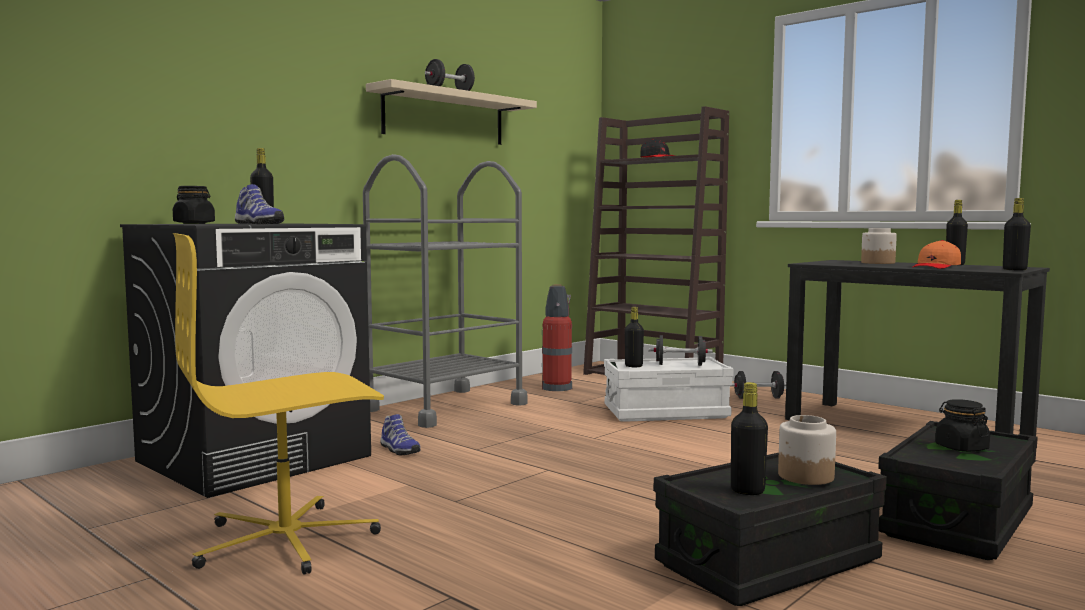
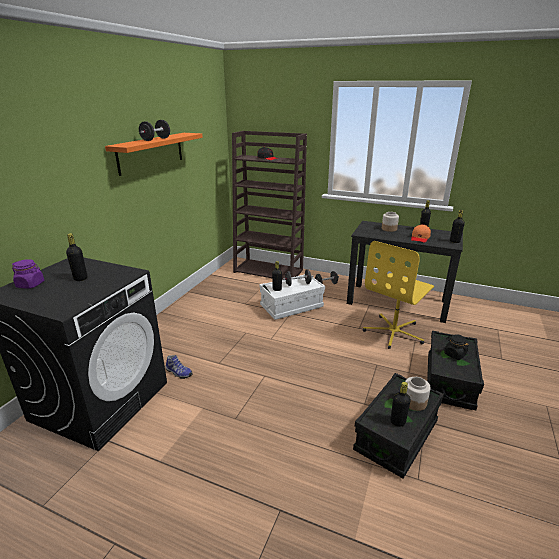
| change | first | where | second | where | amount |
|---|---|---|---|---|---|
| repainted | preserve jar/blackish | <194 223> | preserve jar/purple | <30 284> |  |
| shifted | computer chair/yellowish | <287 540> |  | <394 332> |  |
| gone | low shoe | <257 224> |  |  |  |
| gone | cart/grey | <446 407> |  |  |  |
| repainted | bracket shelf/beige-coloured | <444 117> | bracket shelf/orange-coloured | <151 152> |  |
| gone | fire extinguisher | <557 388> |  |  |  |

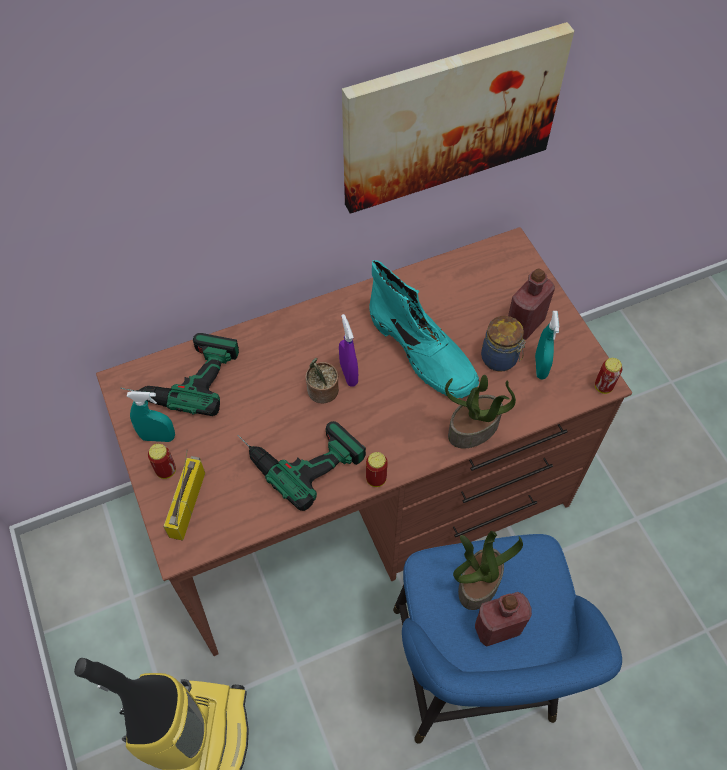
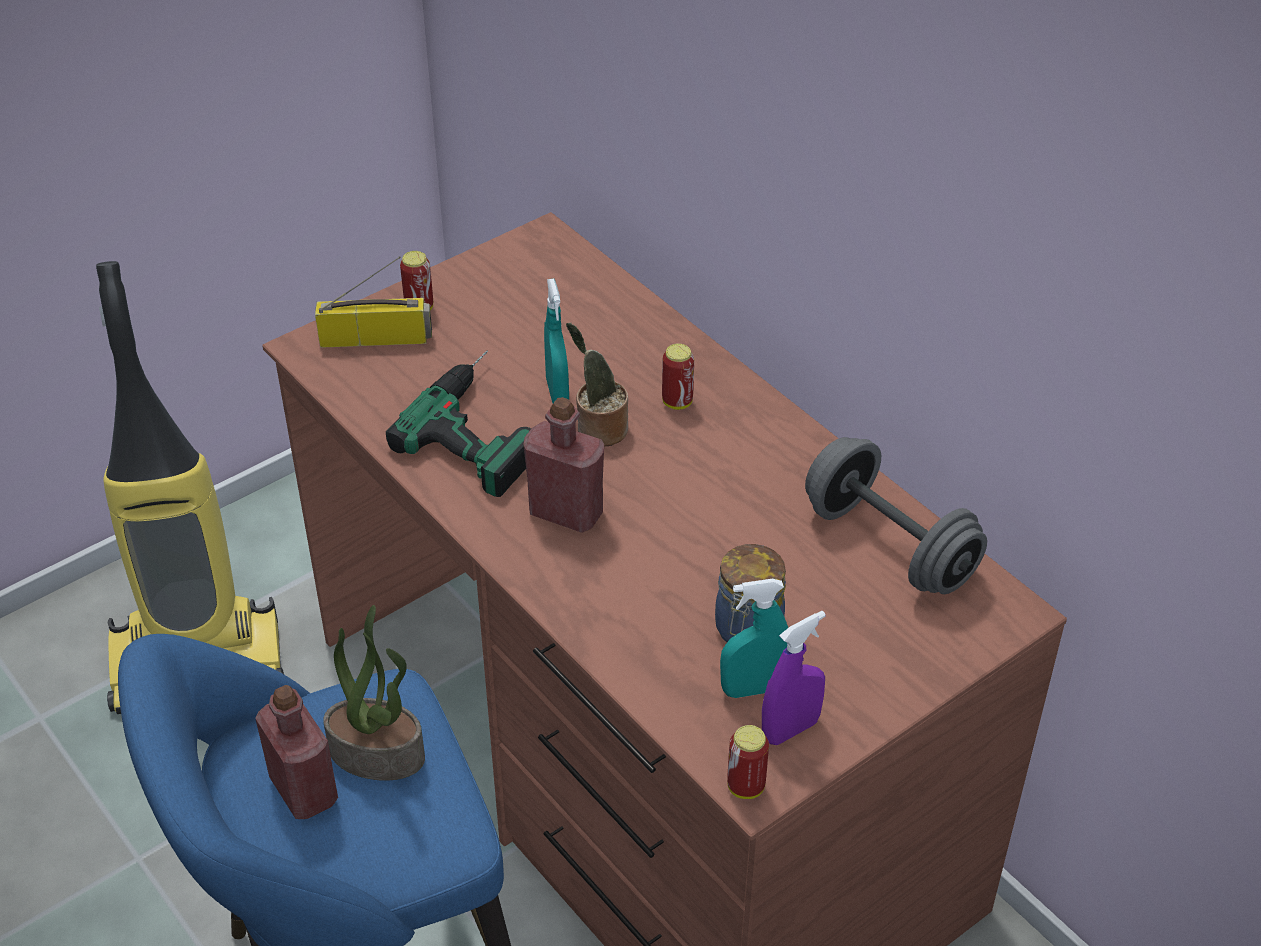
| change | first | where | second | where | amount |
|---|---|---|---|---|---|
| gone | power drill | <181 376> |  |  |  |
| shifted | hand sprayer/turquoise | <158 437> |  | <557 392> |  |
| shifted | hand sprayer/purple | <348 374> |  | <790 729> |  |
| gone | wall art | <450 117> |  |  |  |
| shifted | sealed can | <376 479> |  | <677 402> |  |
| gone | tall boot/turquoise | <423 352> |  |  |  |
| gone | houseplant | <473 429> |  |  |  |
| shifted | beverage bottle/red | <525 324> |  | <566 512> |  |
| new |  |  | hand weight/grey | <889 545> |  |

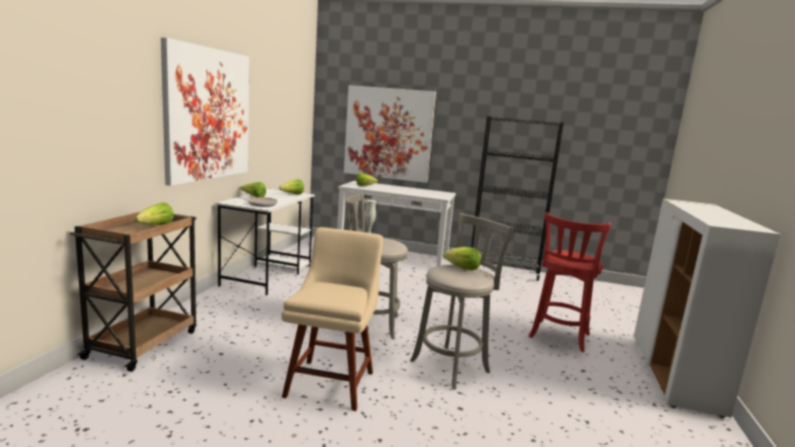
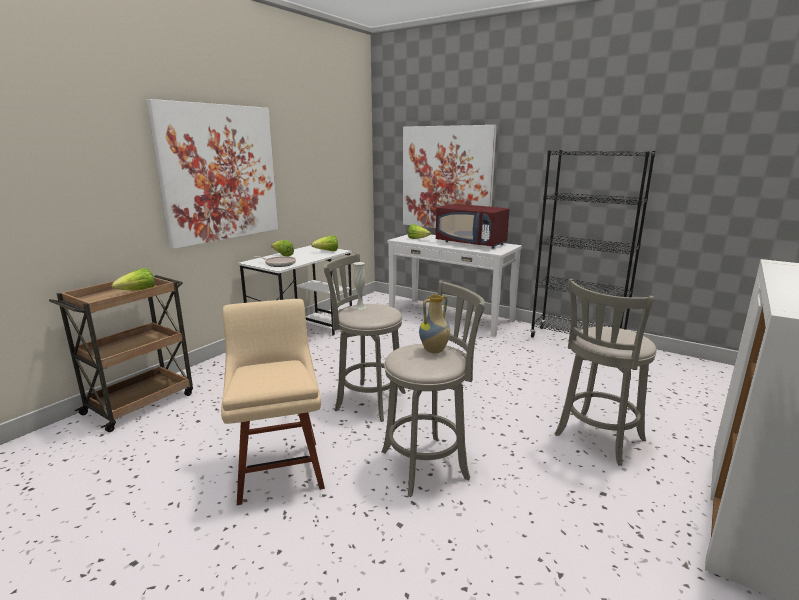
| change | first | where | second | where | amount |
|---|---|---|---|---|---|
| rotated | chair/beige-coloured | <331 381> |  | <279 467> | 45 degrees counterclockwise |
| swapped | head of lettuce | <463 268> | flower vase | <434 351> |  |
| repainted | stool/red | <558 337> | stool/grey | <597 439> |  |
| new |  |  | microwave oven/red | <471 243> |  |

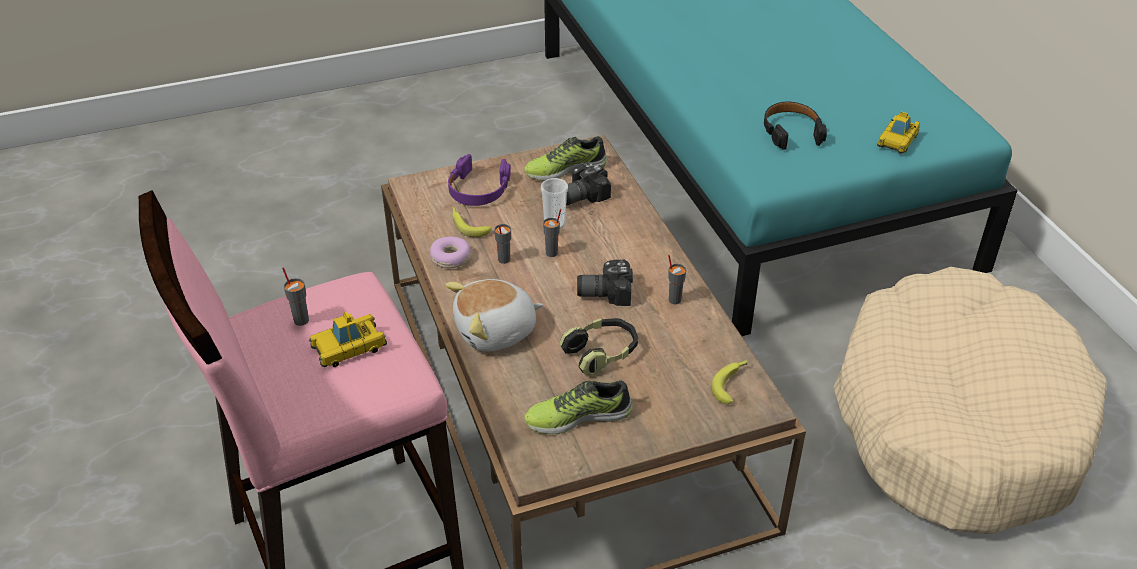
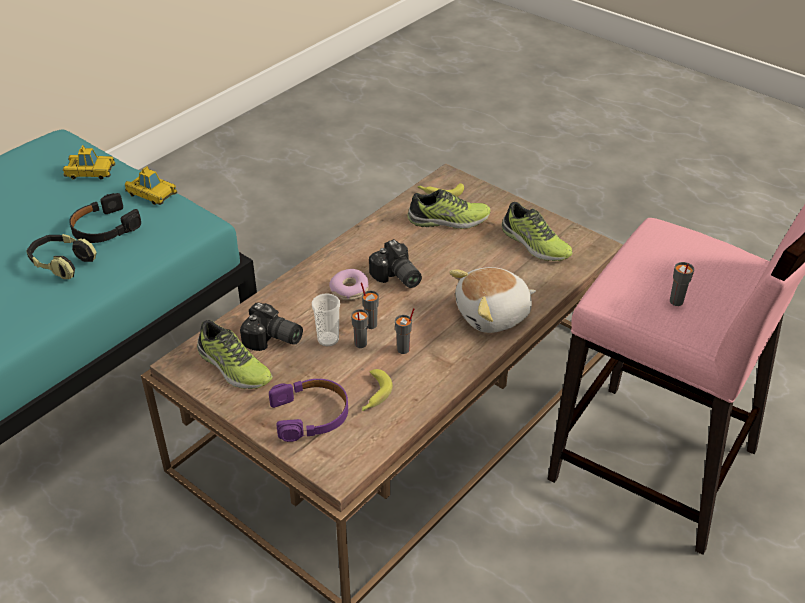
| change | first | where | second | where | amount |
|---|---|---|---|---|---|
| shifted | model car | <348 347> |  | <151 193> |  |
| shifted | ring doughnut | <451 258> |  | <350 290> |  |
| rotated | plush toy | <496 332> |  | <493 315> | 120 degrees clockwise |
| shifted | pair of headphones | <601 353> |  | <61 263> |  |
| shifted | small cup/grey | <674 299> |  | <360 344> |  |
| gone | pet bed/beige-coloured | <956 422> |  |  |  |
| new |  |  | low shoe | <448 220> |  |

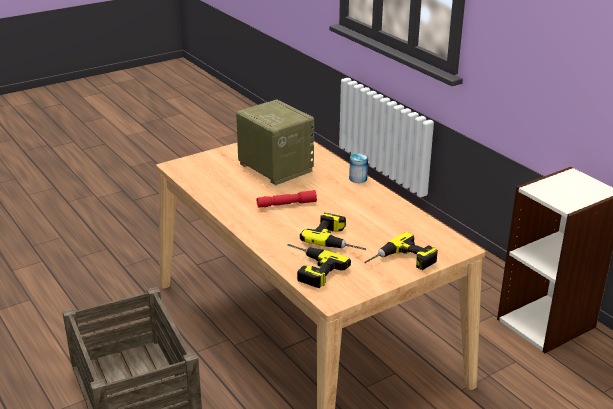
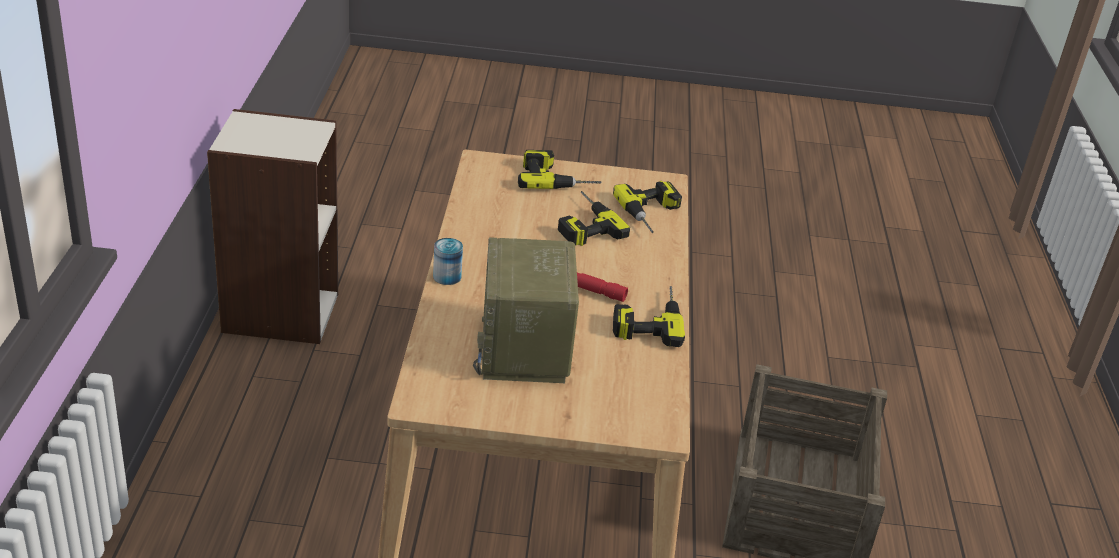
| change | first | where | second | where | amount |
|---|---|---|---|---|---|
| new |  |  | power drill | <647 319> |  |

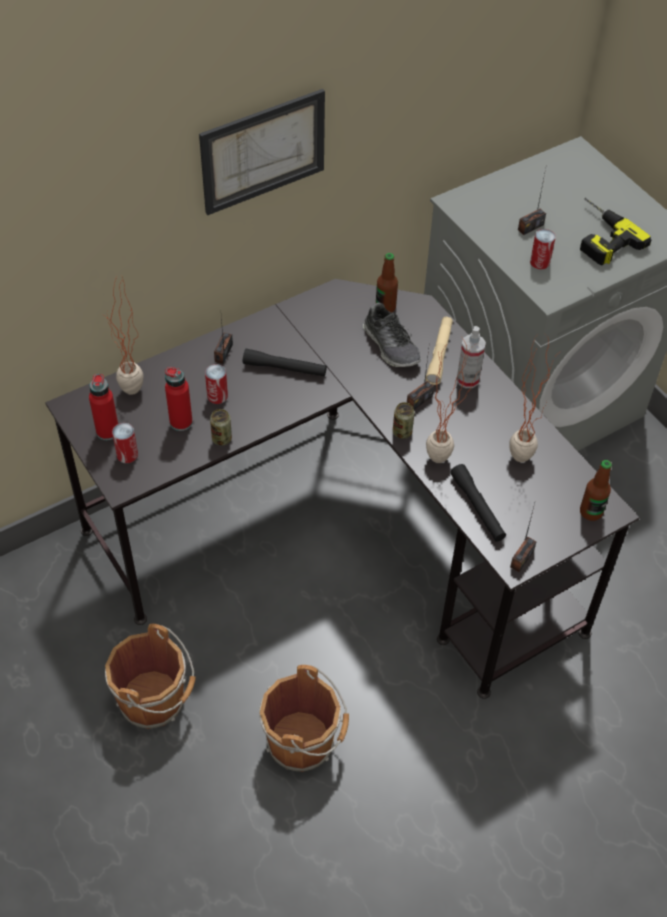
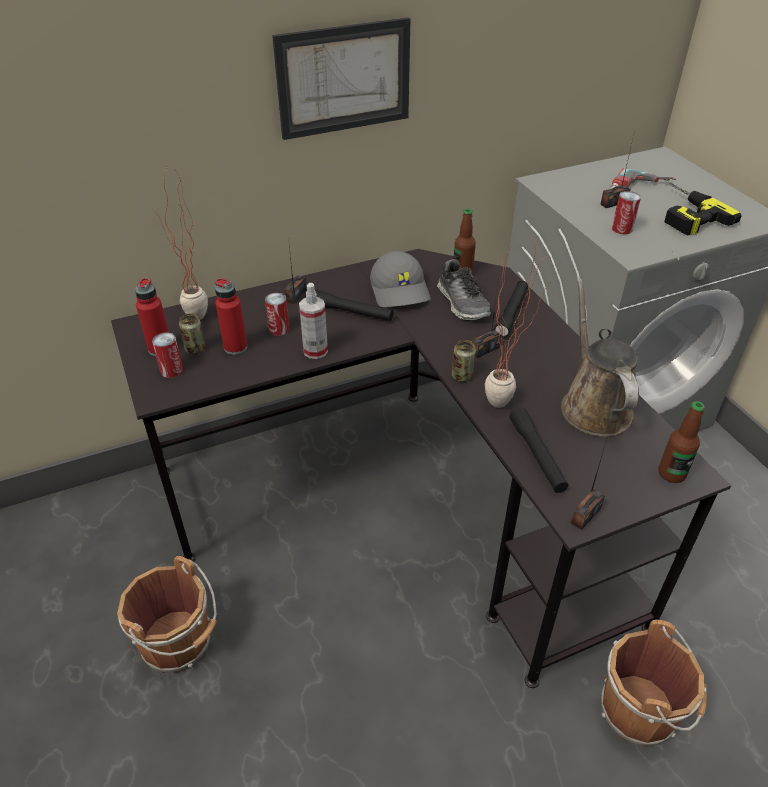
| change | first | where | second | where | amount |
|---|---|---|---|---|---|
| shifted | sealed can | <221 439> |  | <195 349> |  |
| shifted | bucket/brown-coloured | <303 742> |  | <641 711> |  |
| repainted | hand torch/beige-coloured | <439 354> | hand torch/blackish | <511 313> |  |
| shifted | hand sprayer | <468 379> |  | <315 351> |  |
| swapped | houseplant | <522 451> | watering can/brown-coloured | <593 405> |  |
| new |  |  | baseball cap/grey | <401 290> |  |
| new |  |  | power drill | <640 188> |  |

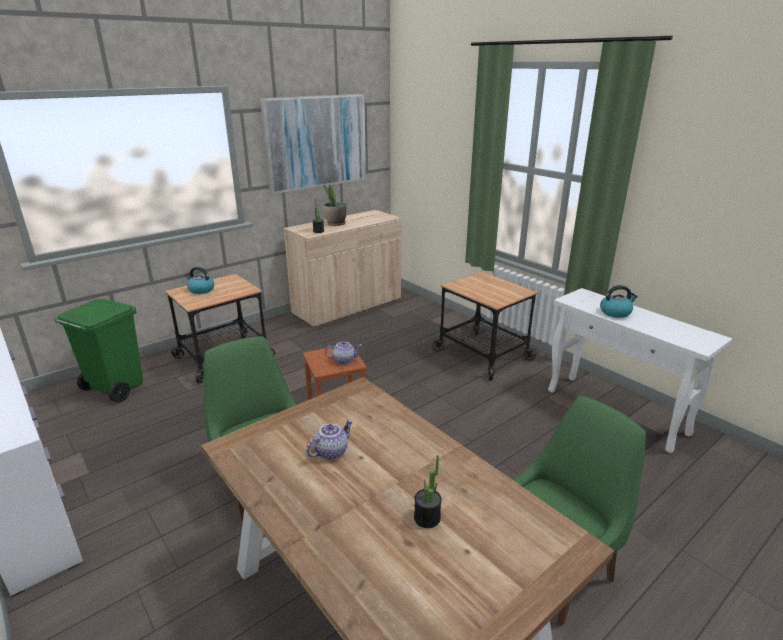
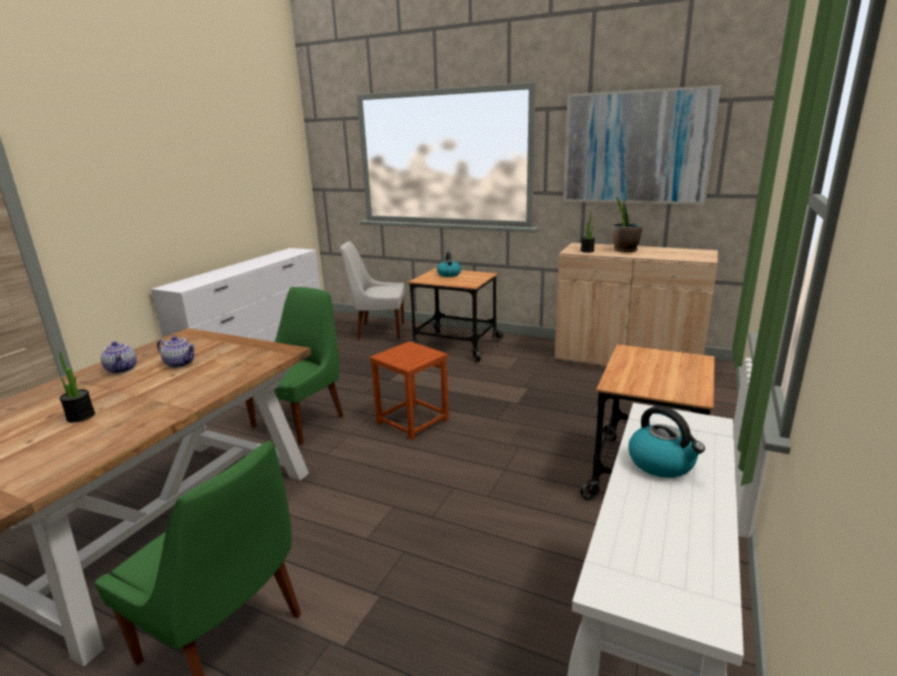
| change | first | where | second | where | amount |
|---|---|---|---|---|---|
| swapped | waste bin/green-coloured | <115 388> | chair/whitish | <378 331> |  |
| shifted | tea pot | <344 360> |  | <122 369> |  |

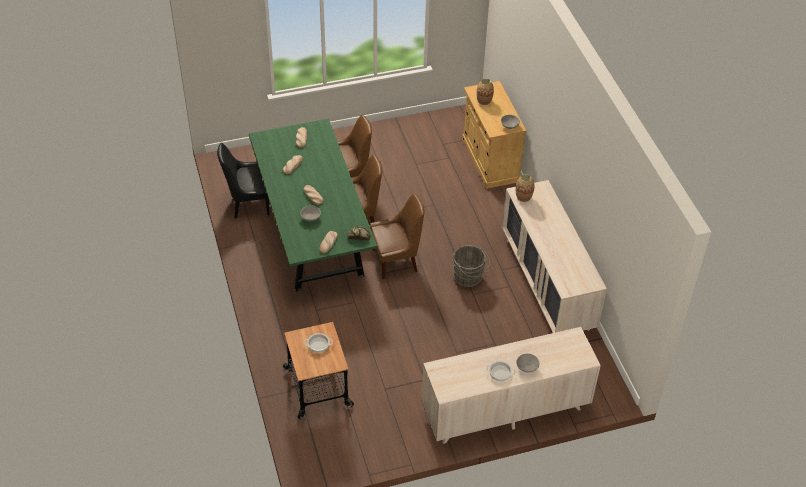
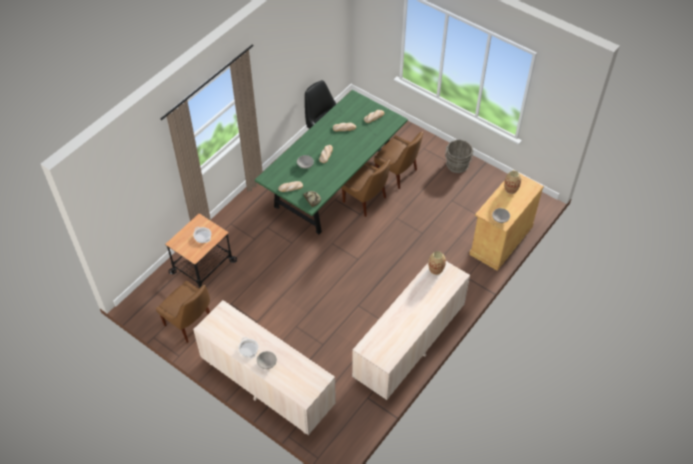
| change | first | where | second | where | amount |
|---|---|---|---|---|---|
| shifted | chair/brown-coloured | <397 260> |  | <189 323> |  |
| shifted | bucket/grey | <469 278> |  | <457 166> |  |

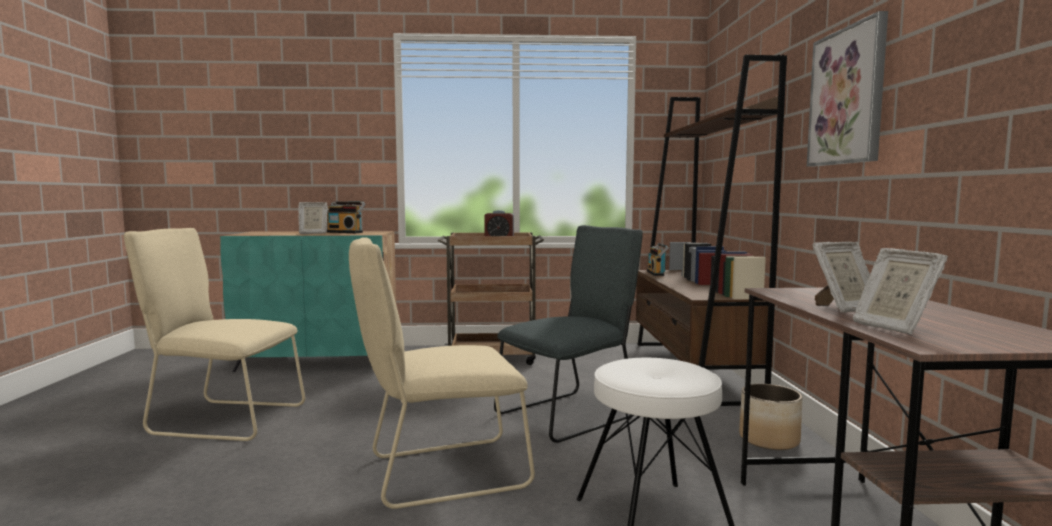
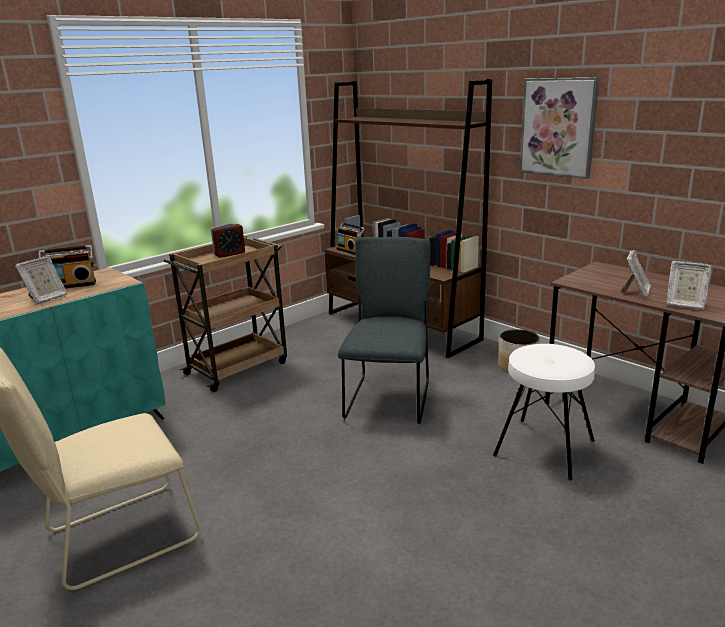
| change | first | where | second | where | amount |
|---|---|---|---|---|---|
| gone | chair/beige-coloured | <440 473> |  |  |  |

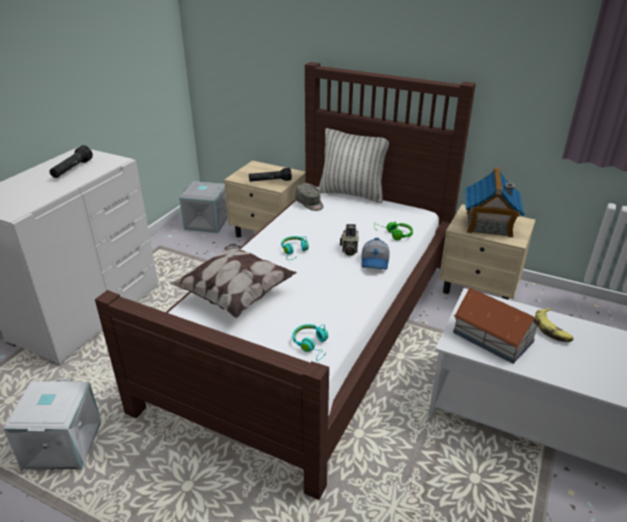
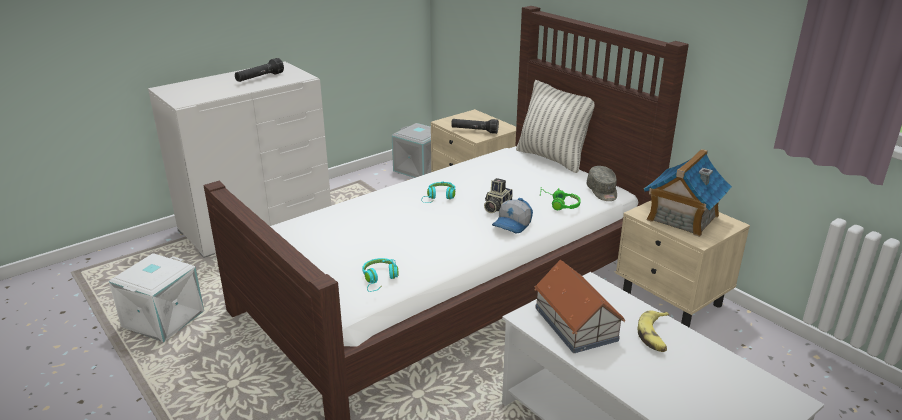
| change | first | where | second | where | amount |
|---|---|---|---|---|---|
| gone | pillow | <236 294> |  |  |  |
| shifted | baseball cap/grey | <310 203> |  | <602 191> |  |

